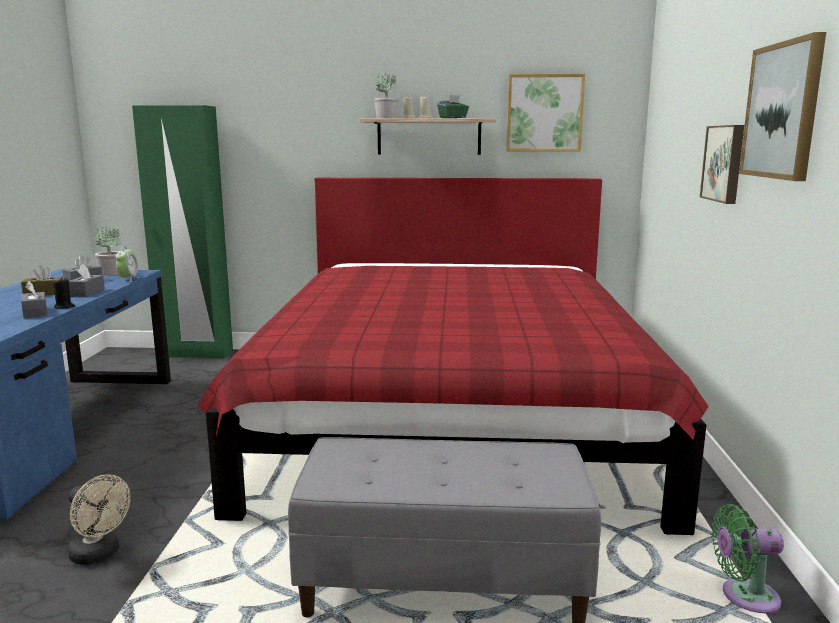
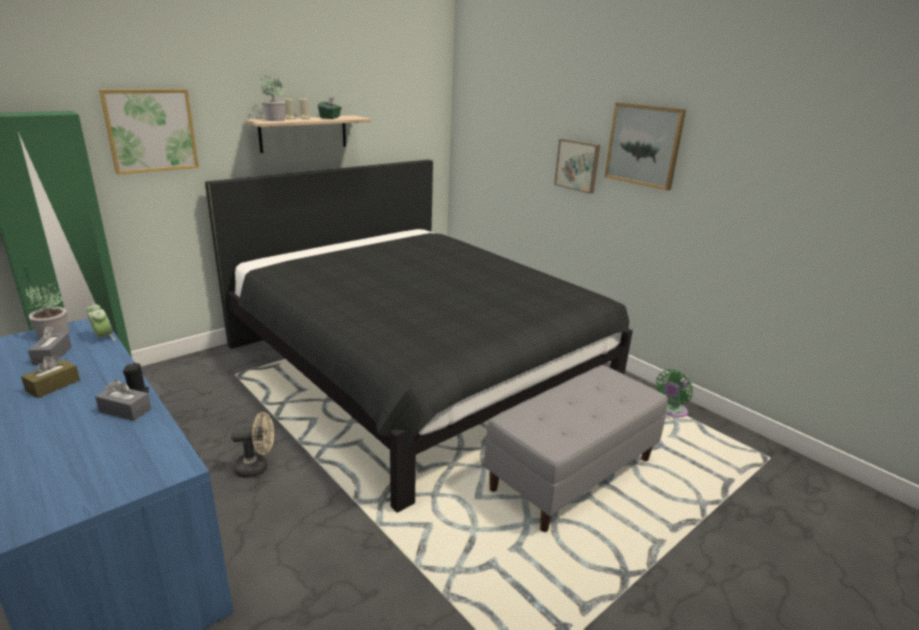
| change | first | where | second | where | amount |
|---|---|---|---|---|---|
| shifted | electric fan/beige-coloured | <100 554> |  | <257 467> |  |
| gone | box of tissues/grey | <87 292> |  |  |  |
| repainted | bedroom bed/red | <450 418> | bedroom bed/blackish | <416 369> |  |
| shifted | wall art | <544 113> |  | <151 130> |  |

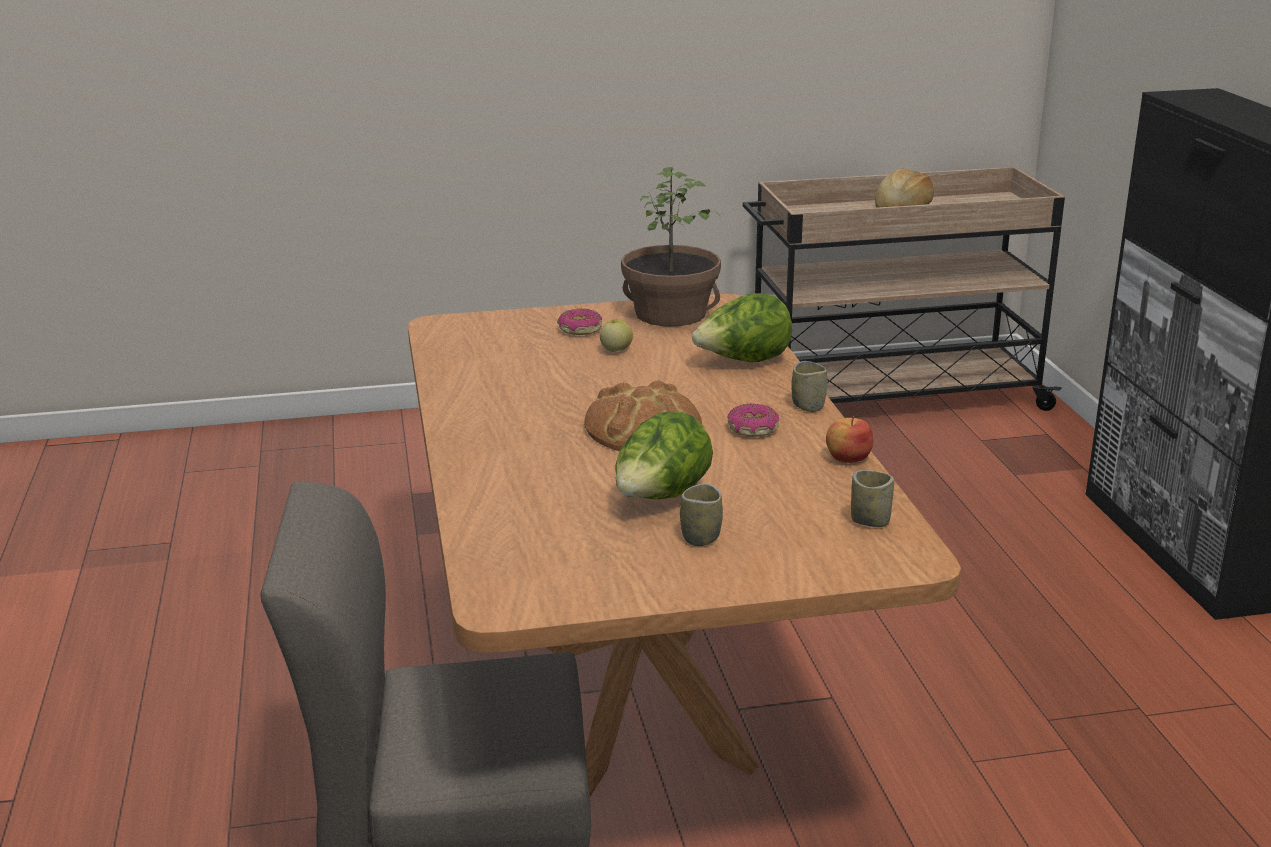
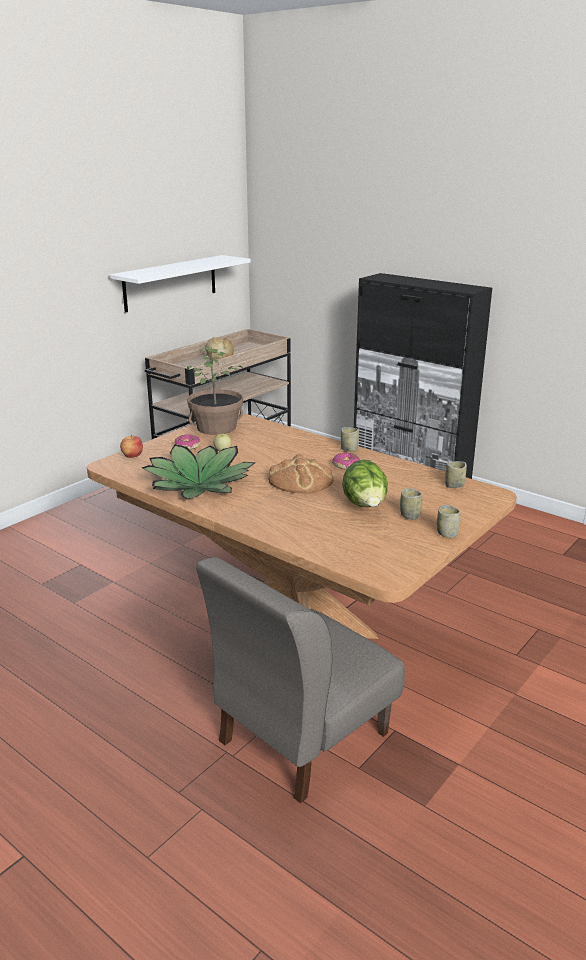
| change | first | where | second | where | amount |
|---|---|---|---|---|---|
| gone | head of lettuce | <743 362> |  |  |  |
| shifted | apple fruit | <848 458> |  | <132 455> |  |
| new |  |  | bracket shelf/whitish | <170 283> |  |
| new |  |  | houseplant | <198 484> |  |
| new |  |  | small cup | <447 534> |  |

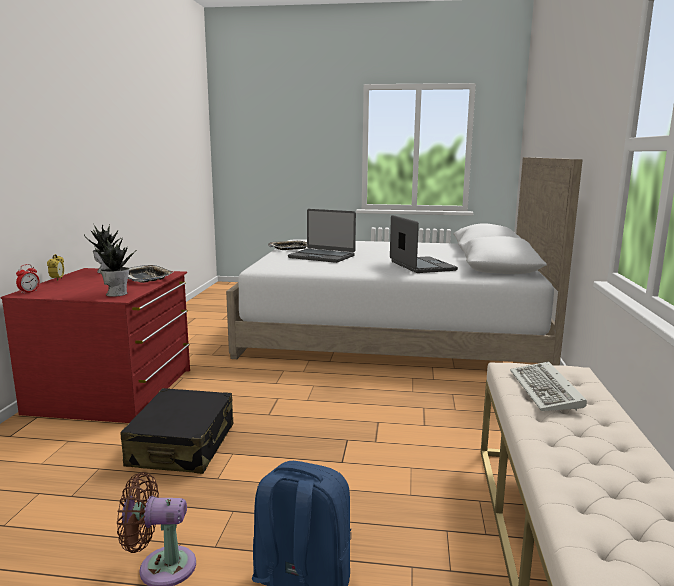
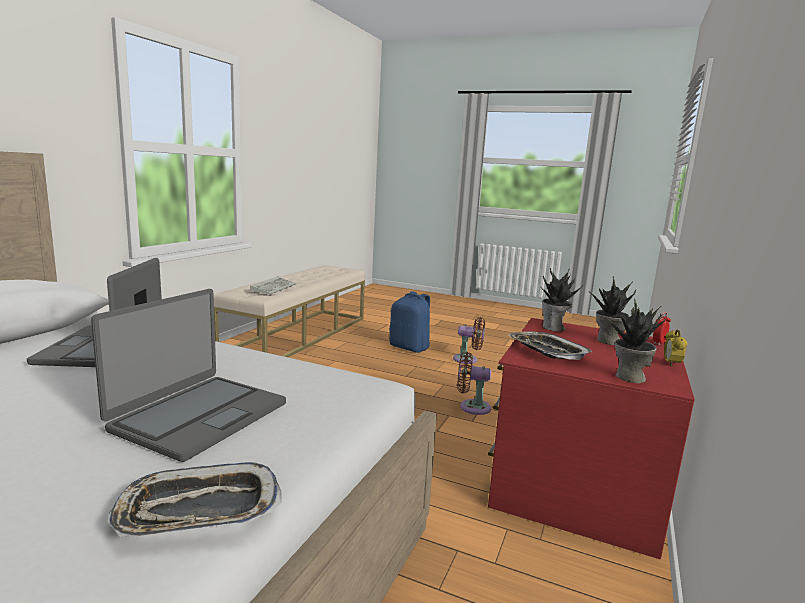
| change | first | where | second | where | amount |
|---|---|---|---|---|---|
| swapped | travel case/blackish | <182 445> | electric fan/brown-coloured | <471 407> |  |
| rotated | laptop | <322 256> |  | <199 416> | 75 degrees clockwise |
| new |  |  | houseplant | <607 341> |  |

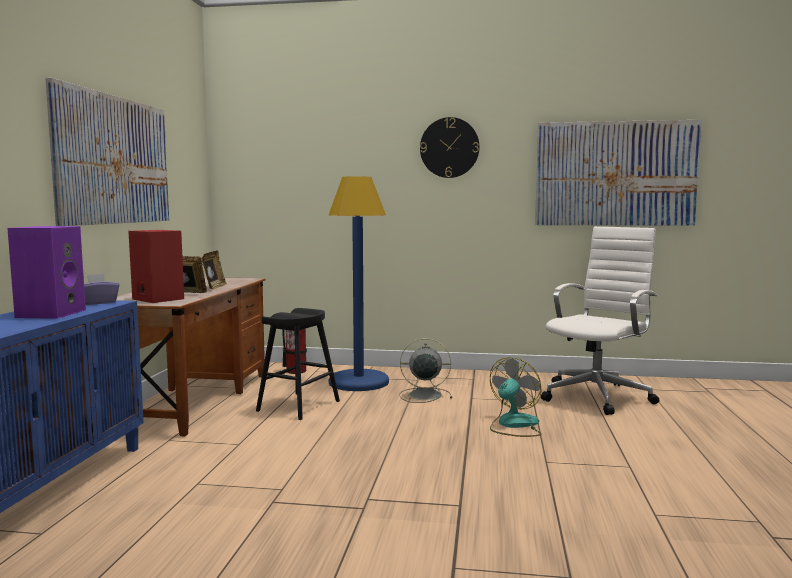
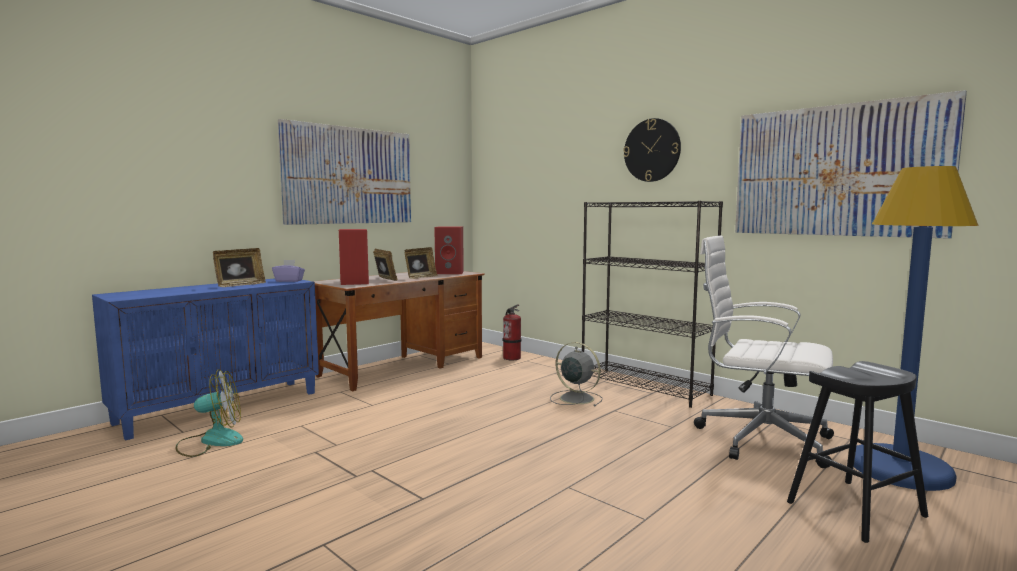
| change | first | where | second | where | amount |
|---|---|---|---|---|---|
| swapped | speaker/purple | <51 313> | picture frame | <240 285> |  |
| shifted | stool/blackish | <299 406> |  | <856 509> |  |
| shifted | standard lamp/blue | <359 382> |  | <900 469> |  |
| shifted | electric fan | <513 425> |  | <211 441> |  |
| rotated | computer chair/whitish | <598 396> |  | <759 439> | 135 degrees counterclockwise |
| new |  |  | speaker/red | <450 272> |  |
| new |  |  | bookshelf/blackish | <645 387> |  |

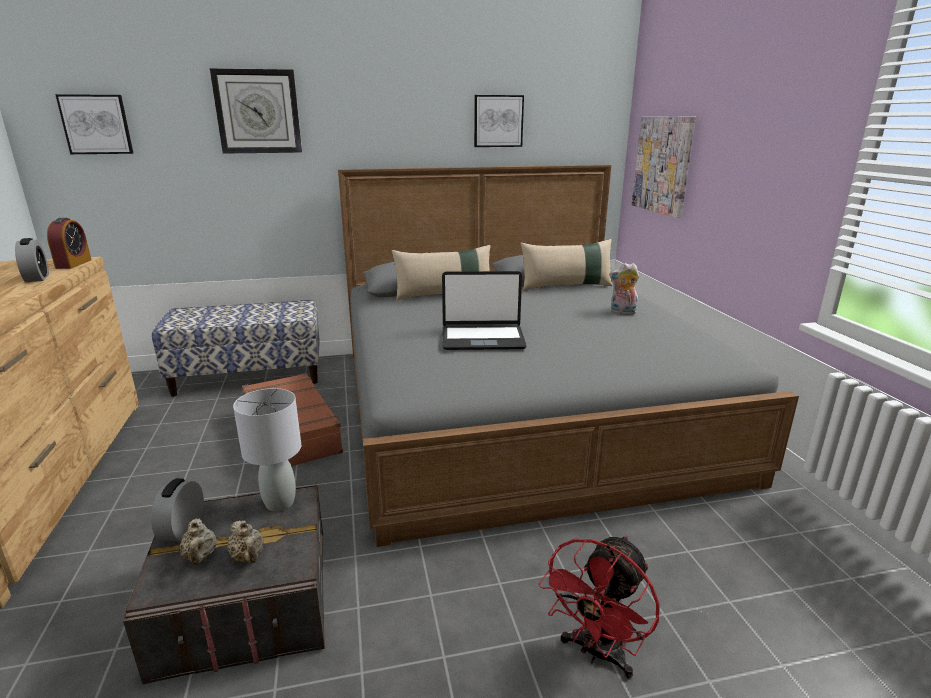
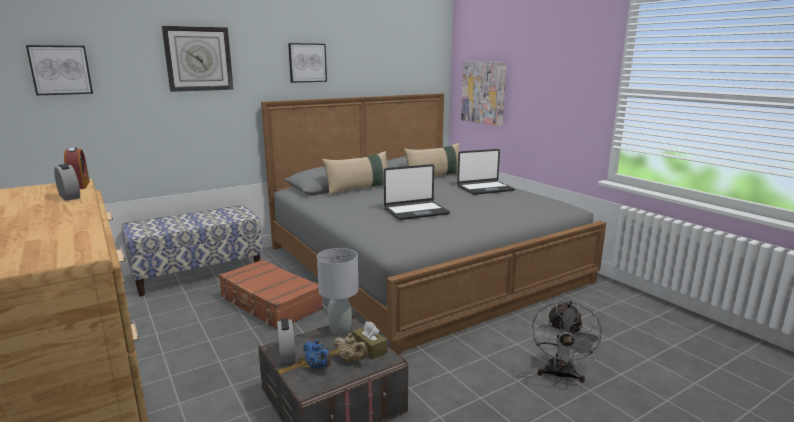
| change | first | where | second | where | amount |
|---|---|---|---|---|---|
| repainted | tea pot/beige-coloured | <200 557> | tea pot/blue | <318 366> |  |
| shifted | wall art | <498 121> |  | <307 63> |  |
| repainted | electric fan/red | <597 653> | electric fan/grey | <560 375> |  |
| swapped | plush toy | <622 312> | laptop | <485 188> |  |
| new |  |  | box of tissues/brown-coloured | <369 348> |  |

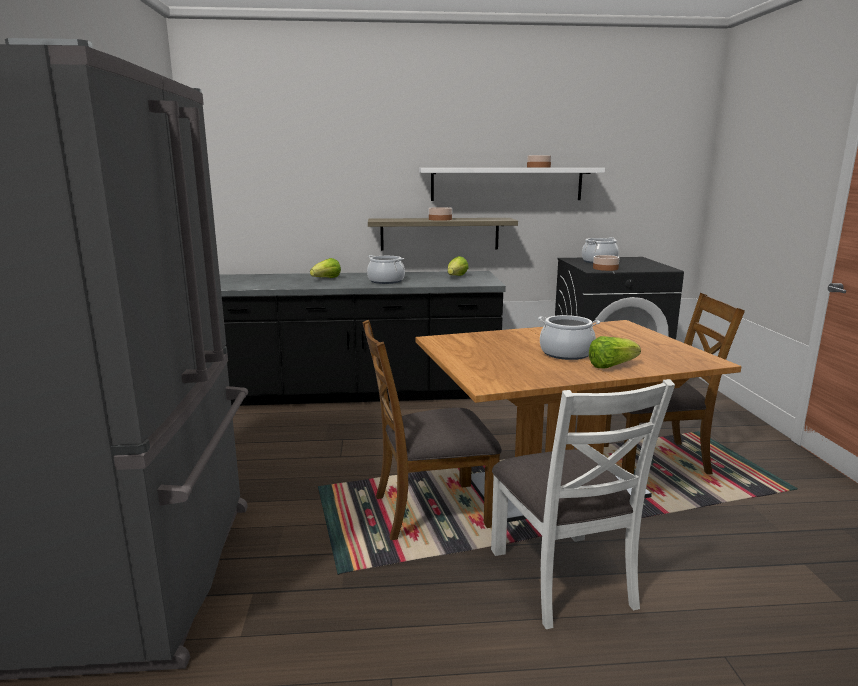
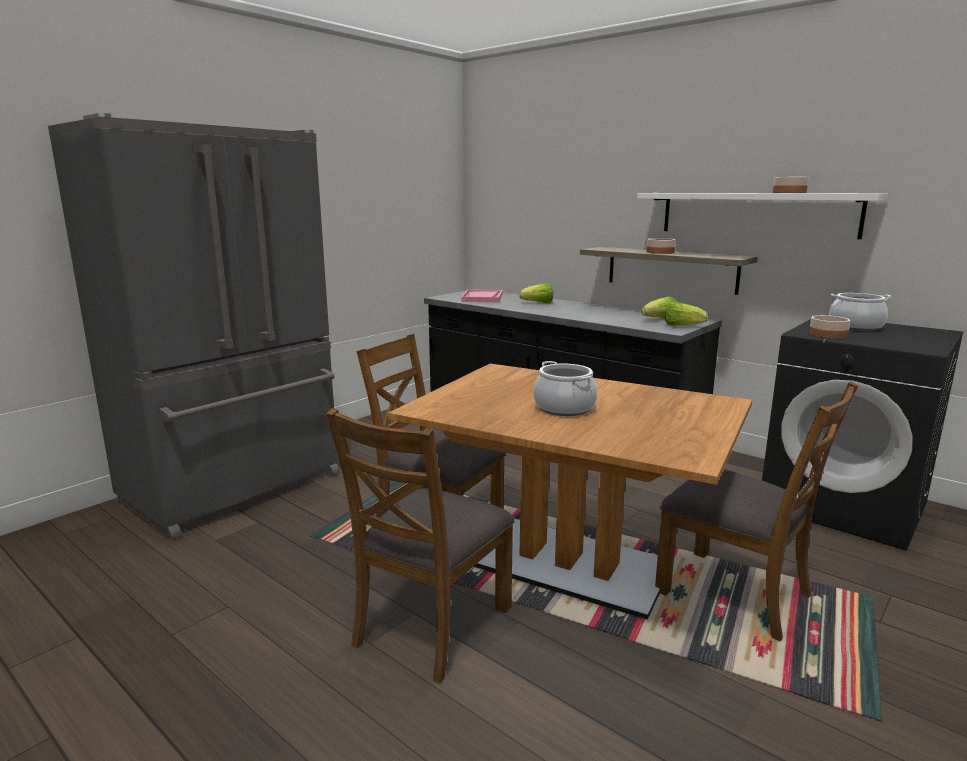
| change | first | where | second | where | amount |
|---|---|---|---|---|---|
| gone | saucepot | <386 281> |  |  |  |
| repainted | chair/whitish | <563 577> | chair/brown-coloured | <431 625> |  |
| shifted | head of lettuce | <611 366> |  | <682 326> |  |
| new |  |  | tray/pinkish | <482 298> |  |

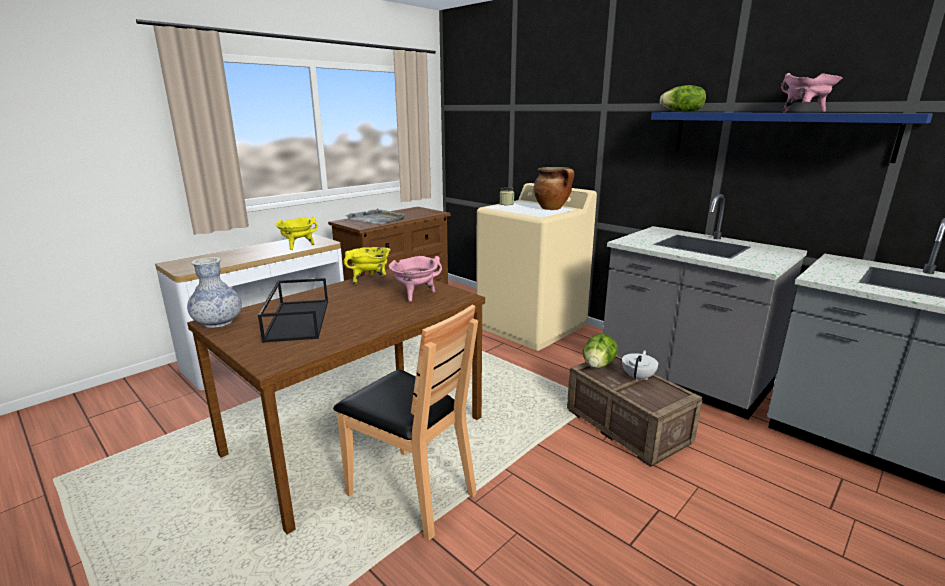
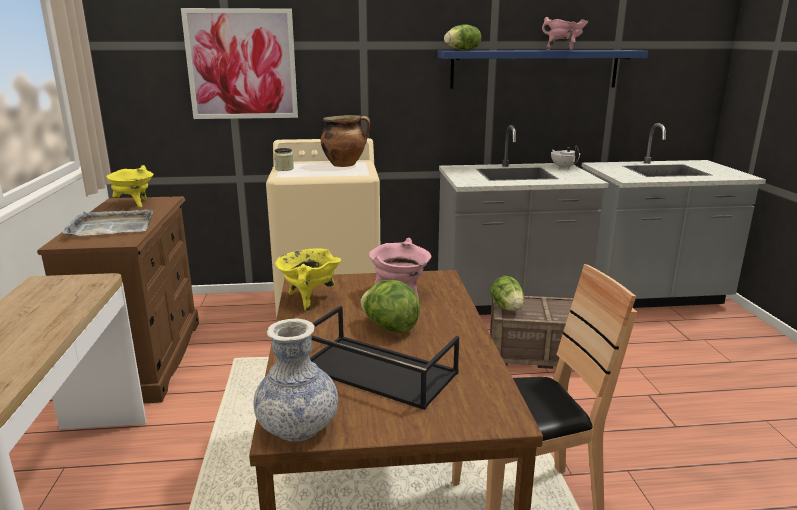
| change | first | where | second | where | amount |
|---|---|---|---|---|---|
| shifted | saucepot/yellowish | <298 246> |  | <134 204> |  |
| shifted | tea pot/whitish | <638 377> |  | <564 167> |  |
| new |  |  | wall art | <241 64> |  |
| new |  |  | head of lettuce | <389 327> |  |

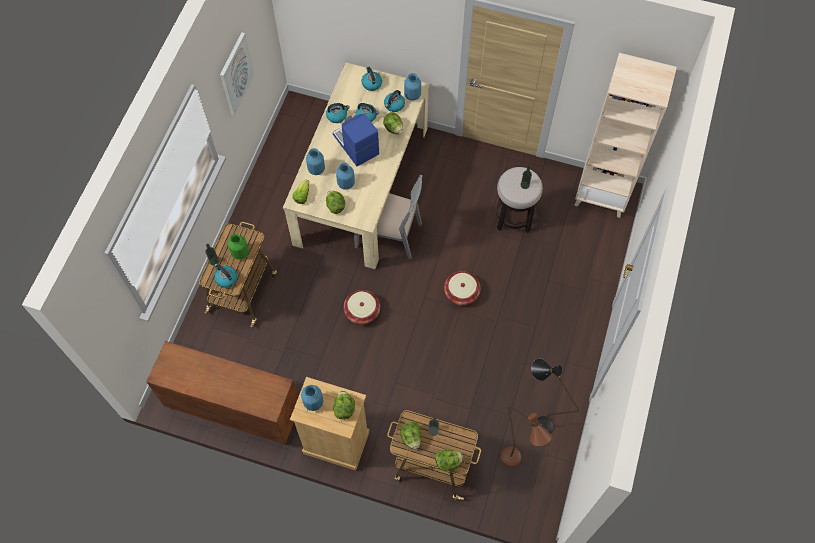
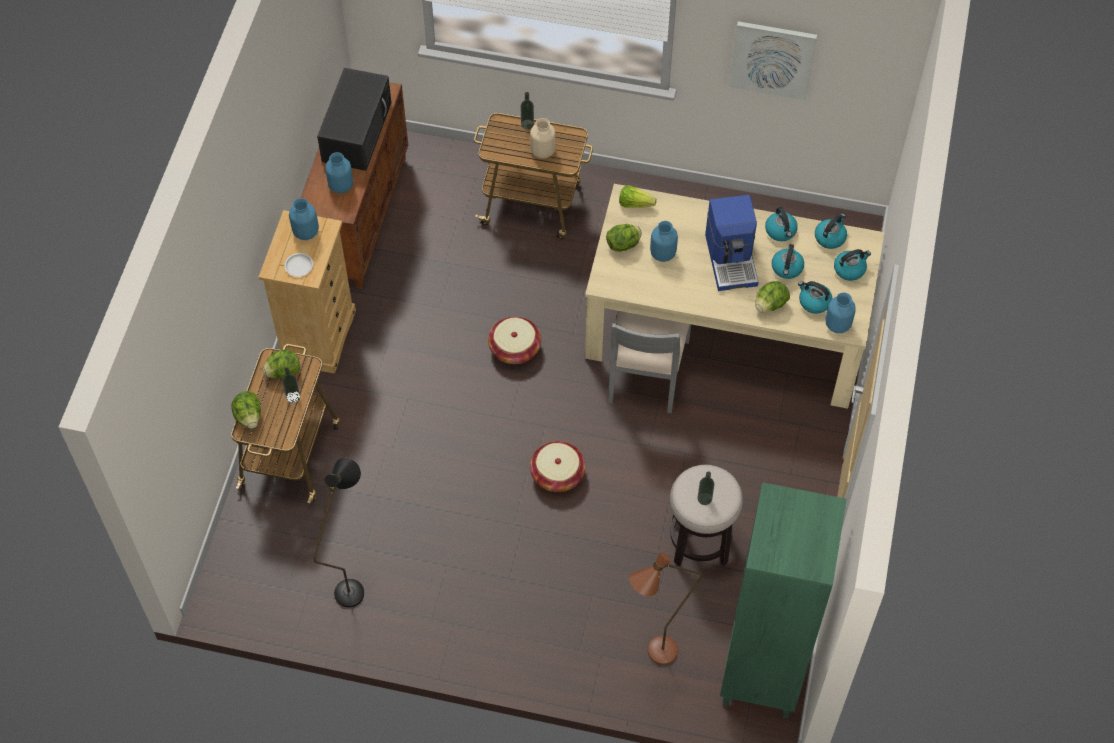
| change | first | where | second | where | amount |
|---|---|---|---|---|---|
| shifted | tea kettle | <226 278> |  | <830 237> |  |
| repainted | flower vase/green-coloured | <240 253> | flower vase/beige-coloured | <543 151> |  |
| shifted | flower vase/blue | <316 169> |  | <341 186> |  |
| rotated | coffee machine | <355 145> |  | <732 259> | 120 degrees clockwise |
| swapped | head of lettuce | <344 408> | flat dish/whitish | <298 266> |  |
| shifted | standard lamp/brown-coloured | <515 463> |  | <653 657> |  |
| repainted | bookshelf/beige-coloured | <601 195> | bookshelf/green-coloured | <762 676> |  |
| new |  |  | microwave oven/blackish | <357 130> |  |

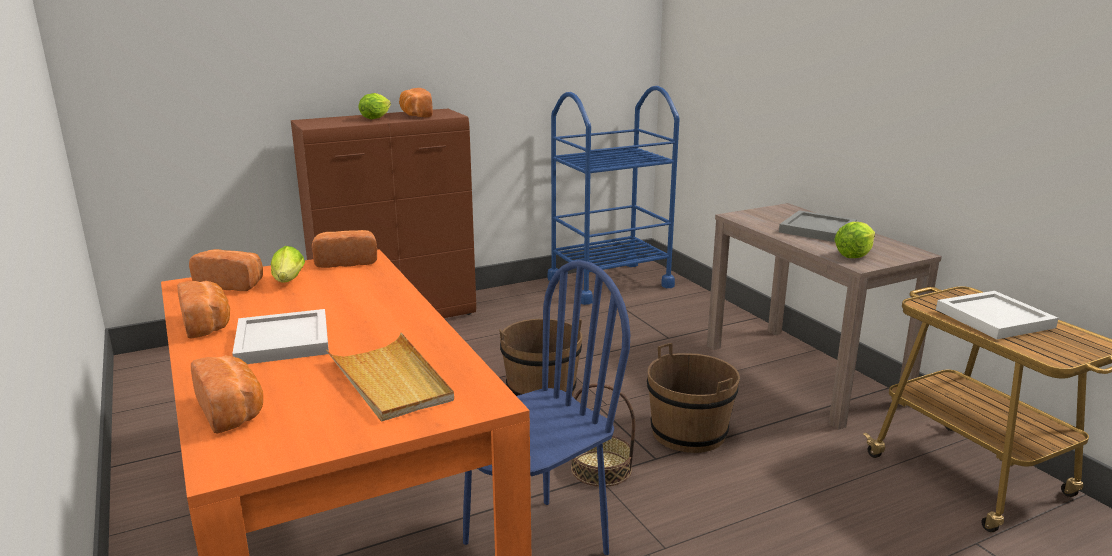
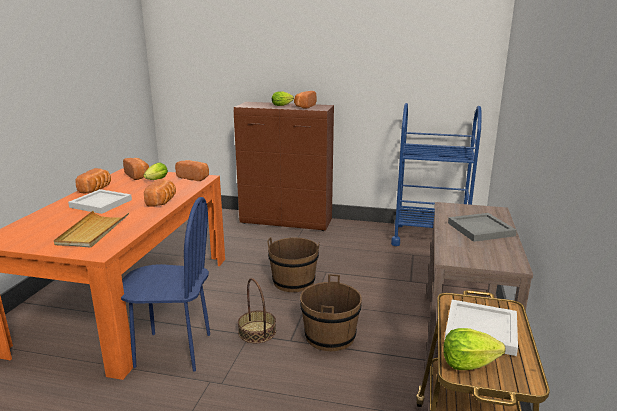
| change | first | where | second | where | amount |
|---|---|---|---|---|---|
| shifted | bread | <233 411> |  | <162 201> |  |
| shifted | head of lettuce | <854 255> |  | <468 363> |  |

